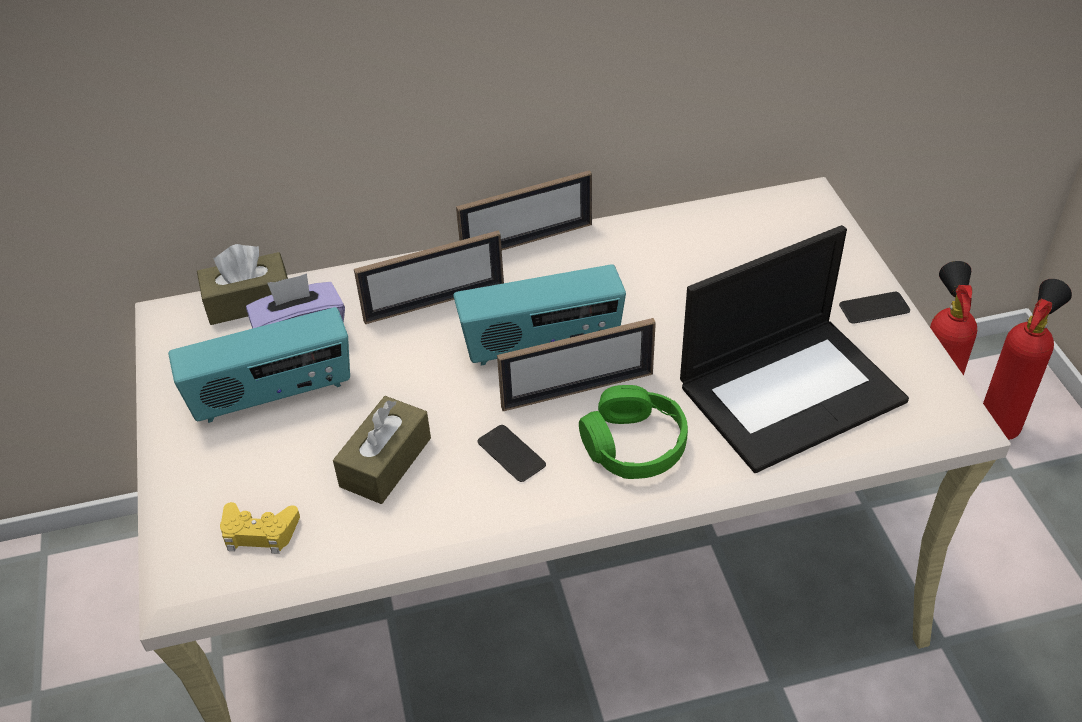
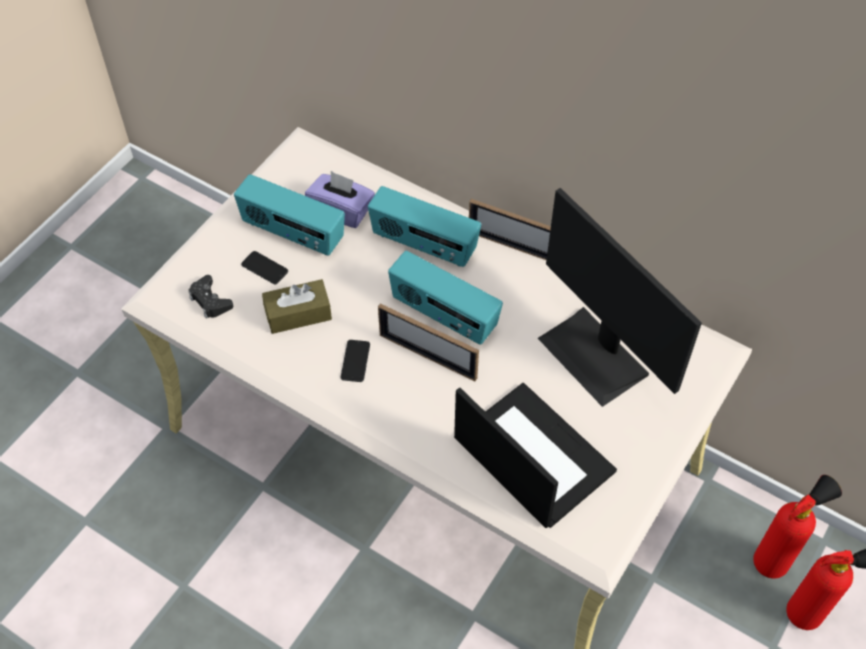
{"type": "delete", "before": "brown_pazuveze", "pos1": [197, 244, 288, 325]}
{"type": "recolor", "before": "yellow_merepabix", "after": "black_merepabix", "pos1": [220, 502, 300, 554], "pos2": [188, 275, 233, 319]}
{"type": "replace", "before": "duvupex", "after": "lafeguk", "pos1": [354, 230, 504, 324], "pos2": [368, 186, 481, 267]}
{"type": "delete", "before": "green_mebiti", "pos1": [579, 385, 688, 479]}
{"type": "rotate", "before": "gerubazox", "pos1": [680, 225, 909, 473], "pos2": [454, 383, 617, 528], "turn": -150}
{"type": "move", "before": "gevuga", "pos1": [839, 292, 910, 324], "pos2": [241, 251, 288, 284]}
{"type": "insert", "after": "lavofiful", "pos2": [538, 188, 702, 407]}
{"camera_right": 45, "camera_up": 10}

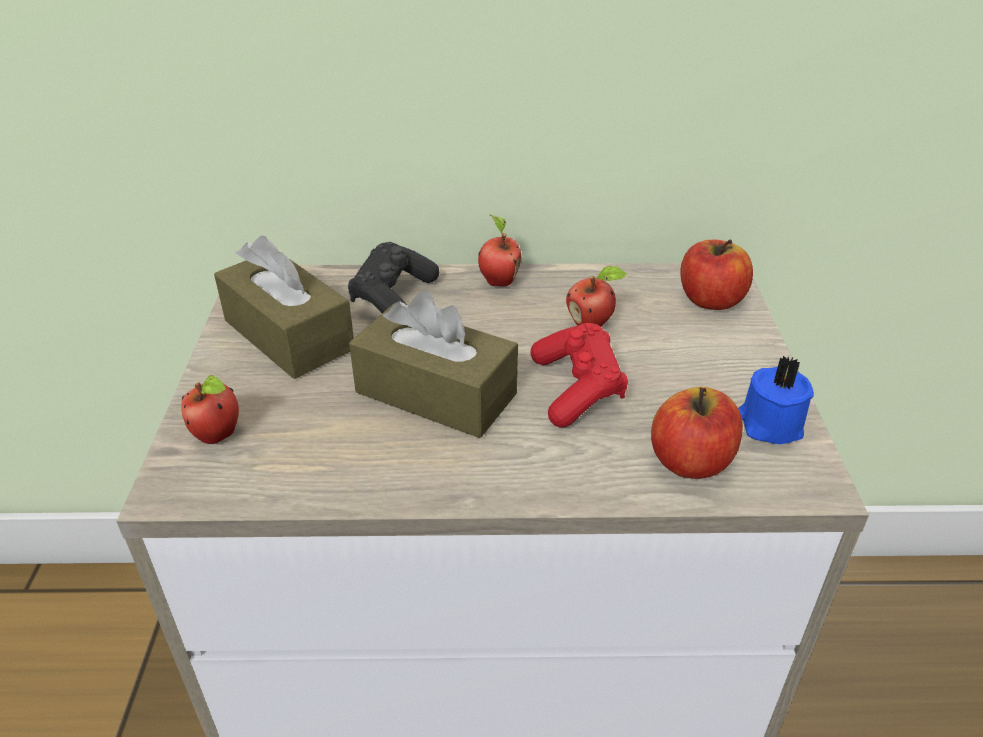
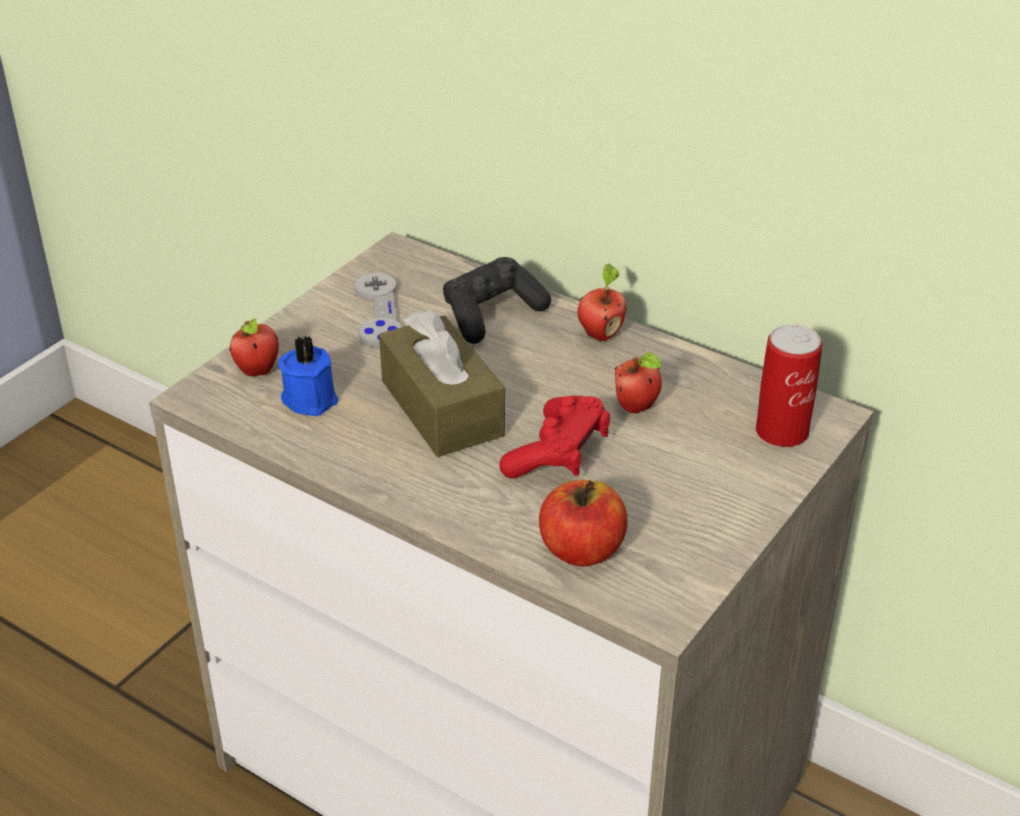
{"type": "replace", "before": "brown_pazuveze", "after": "grey_merepabix", "pos1": [214, 236, 354, 379], "pos2": [354, 273, 402, 348]}
{"type": "replace", "before": "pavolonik", "after": "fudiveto", "pos1": [681, 239, 753, 310], "pos2": [756, 324, 822, 447]}
{"type": "move", "before": "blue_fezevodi", "pos1": [738, 356, 814, 444], "pos2": [278, 336, 339, 416]}
{"camera_right": 35, "camera_up": 0}

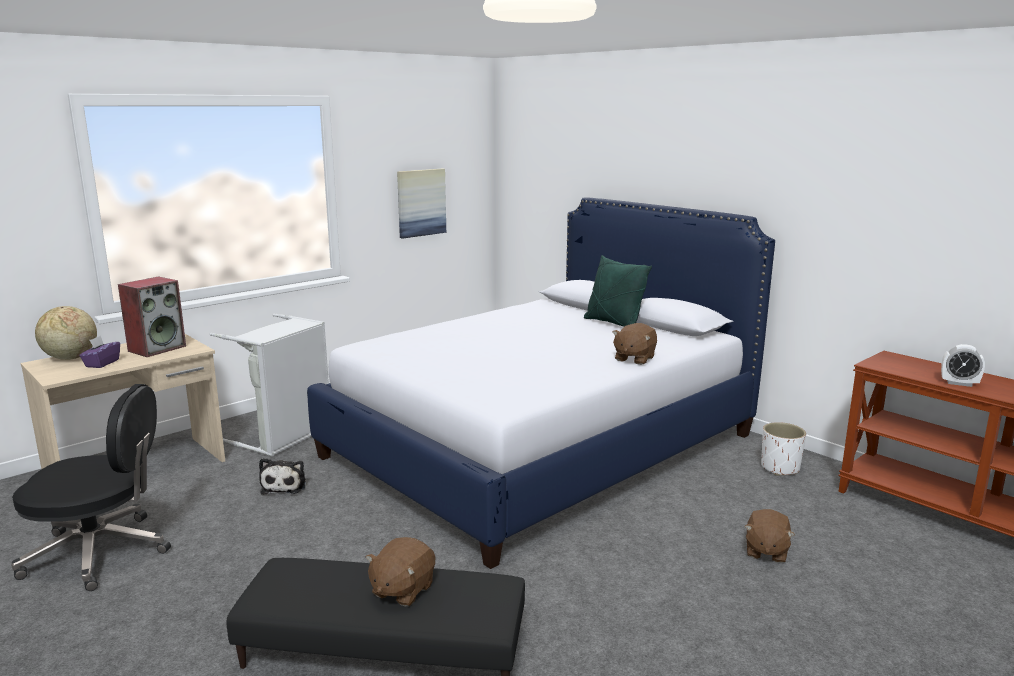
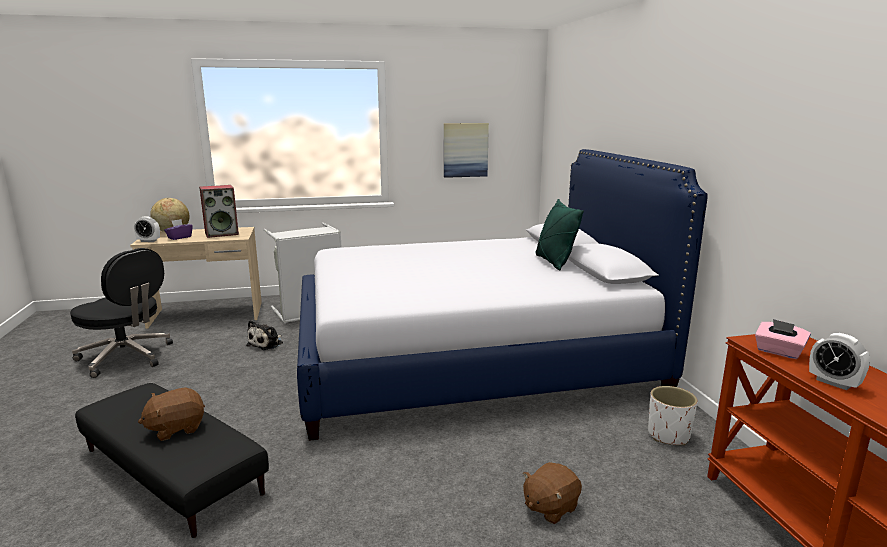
{"type": "delete", "before": "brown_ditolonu", "pos1": [612, 323, 657, 365]}
{"type": "insert", "after": "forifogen", "pos2": [134, 216, 160, 242]}
{"type": "insert", "after": "pink_pazuveze", "pos2": [755, 319, 811, 359]}
{"camera_right": 30, "camera_up": 0}

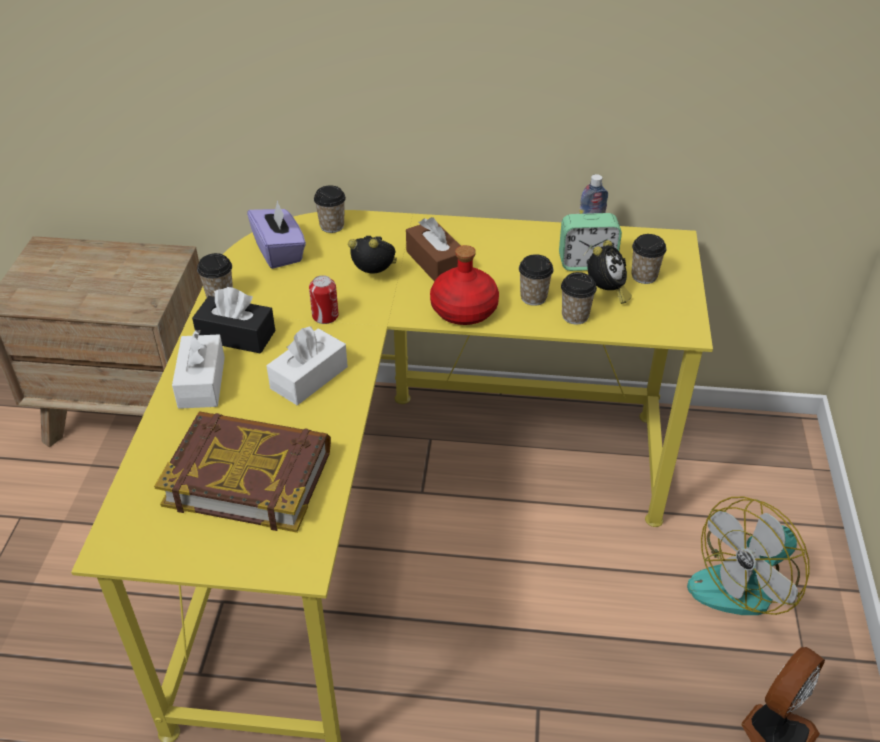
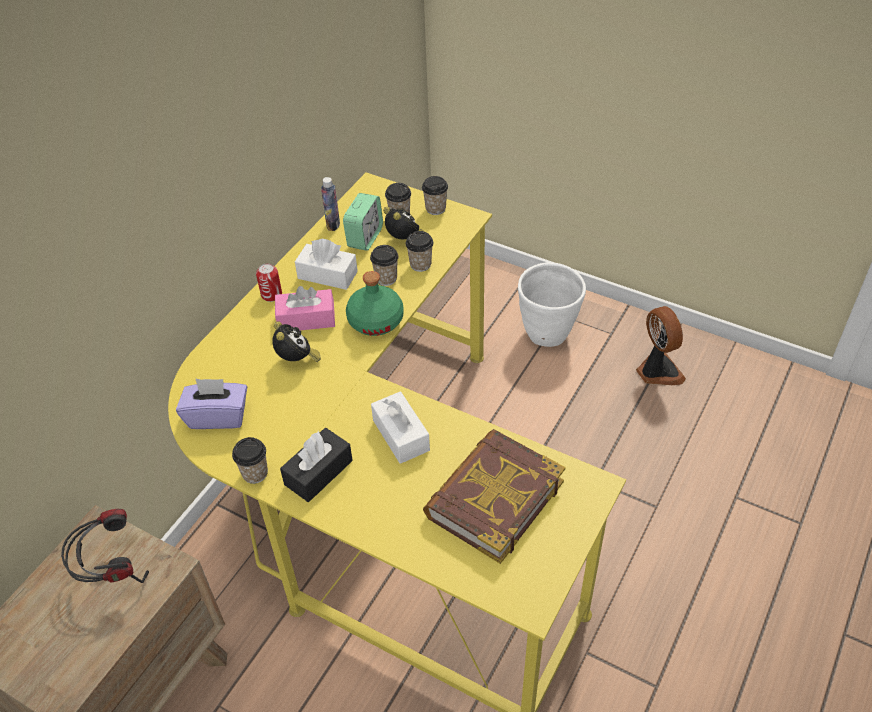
{"type": "move", "before": "white_pazuveze", "pos1": [172, 330, 225, 409], "pos2": [295, 239, 358, 290]}
{"type": "move", "before": "fudiveto", "pos1": [309, 275, 339, 324], "pos2": [256, 263, 282, 302]}
{"type": "move", "before": "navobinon", "pos1": [314, 185, 346, 233], "pos2": [422, 176, 448, 215]}
{"type": "rotate", "before": "forifogen", "pos1": [348, 236, 397, 273], "pos2": [272, 321, 321, 362], "turn": 120}
{"type": "recolor", "before": "brown_pazuveze", "after": "pink_pazuveze", "pos1": [406, 217, 461, 281], "pos2": [275, 286, 335, 330]}
{"type": "recolor", "before": "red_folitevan", "after": "green_folitevan", "pos1": [430, 245, 499, 325], "pos2": [346, 271, 404, 336]}
{"type": "replace", "before": "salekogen", "after": "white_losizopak", "pos1": [687, 496, 810, 615], "pos2": [518, 262, 586, 347]}
{"type": "insert", "after": "mebiti", "pos2": [61, 509, 149, 583]}
{"camera_right": -65, "camera_up": 5}

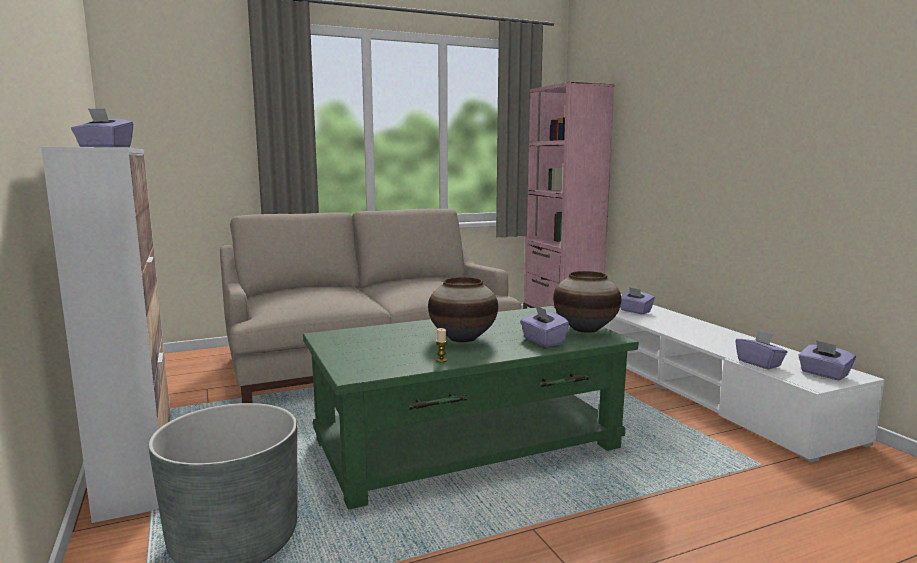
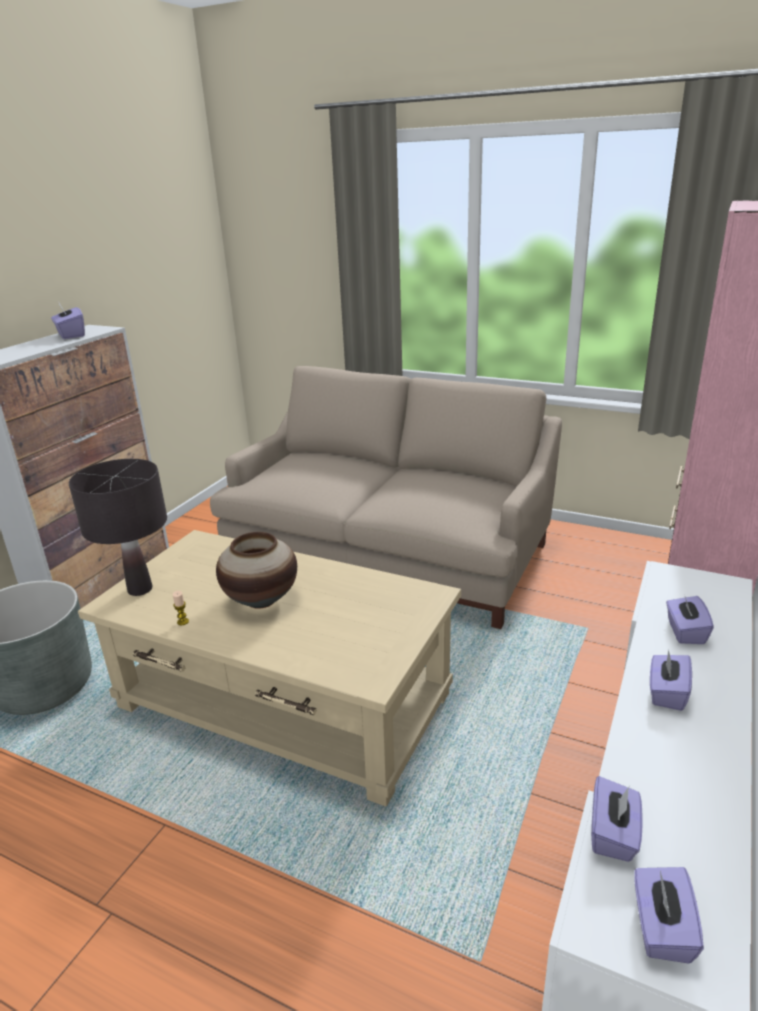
{"type": "recolor", "before": "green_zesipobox", "after": "beige_zesipobox", "pos1": [303, 306, 639, 510], "pos2": [78, 530, 461, 807]}
{"type": "move", "before": "purple_pazuveze", "pos1": [520, 305, 569, 347], "pos2": [650, 649, 692, 711]}
{"type": "delete", "before": "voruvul", "pos1": [553, 271, 621, 333]}
{"type": "insert", "after": "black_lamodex", "pos2": [69, 459, 167, 596]}
{"camera_right": 50, "camera_up": 15}

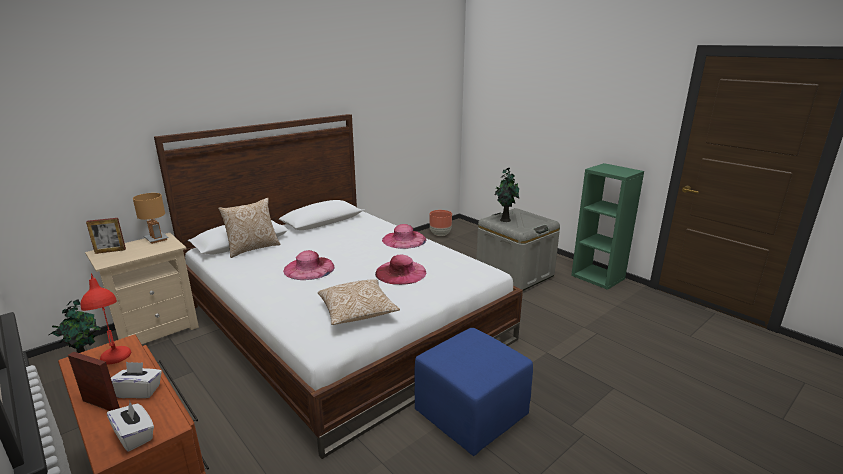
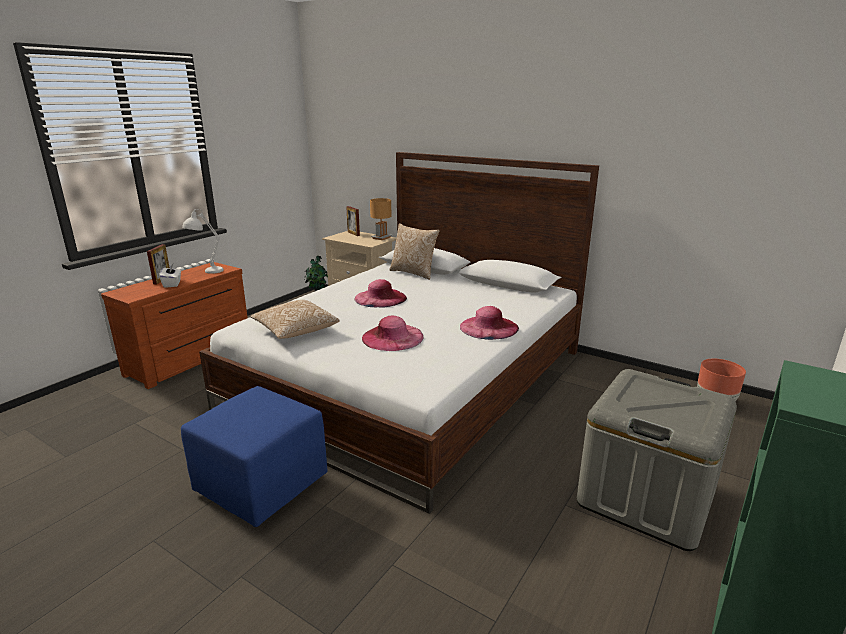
{"type": "recolor", "before": "red_lamodex", "after": "white_lamodex", "pos1": [80, 273, 131, 364], "pos2": [182, 209, 224, 274]}
{"type": "delete", "before": "white_pazuveze", "pos1": [107, 402, 154, 451]}
{"type": "delete", "before": "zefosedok", "pos1": [494, 168, 519, 222]}
{"camera_right": 75, "camera_up": 0}

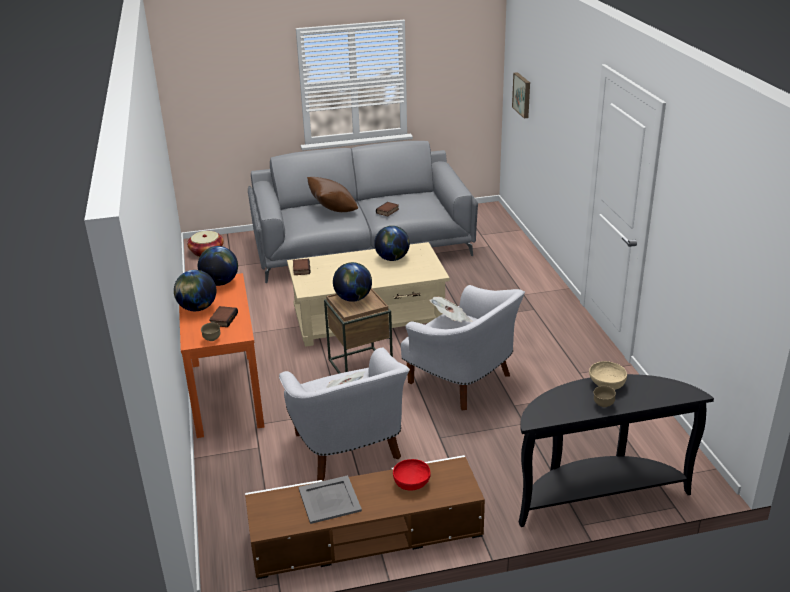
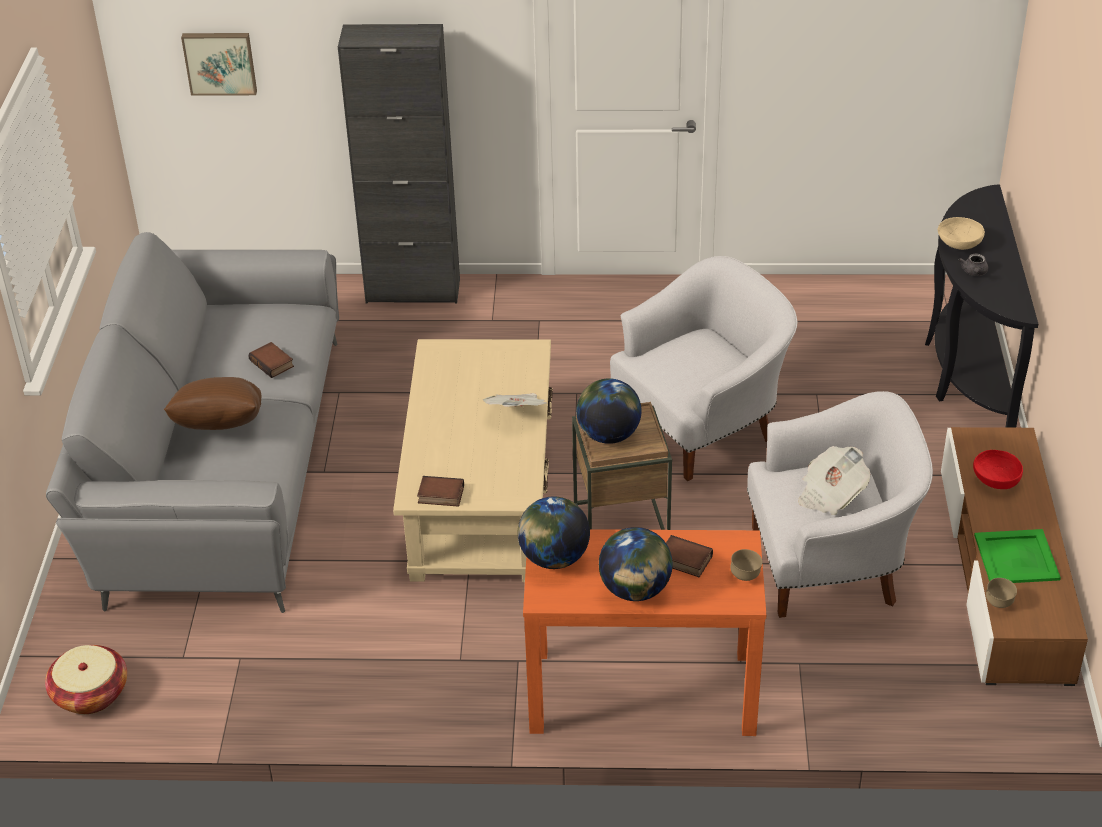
{"type": "recolor", "before": "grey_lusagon", "after": "green_lusagon", "pos1": [298, 475, 362, 524], "pos2": [974, 529, 1061, 583]}
{"type": "delete", "before": "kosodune", "pos1": [374, 226, 410, 261]}
{"type": "move", "before": "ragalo", "pos1": [430, 297, 472, 322], "pos2": [483, 393, 547, 407]}
{"type": "move", "before": "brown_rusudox", "pos1": [594, 386, 616, 407], "pos2": [986, 578, 1017, 608]}
{"type": "insert", "after": "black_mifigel", "pos2": [338, 24, 460, 304]}
{"type": "insert", "after": "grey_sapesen", "pos2": [959, 254, 988, 276]}
{"camera_right": -75, "camera_up": 10}

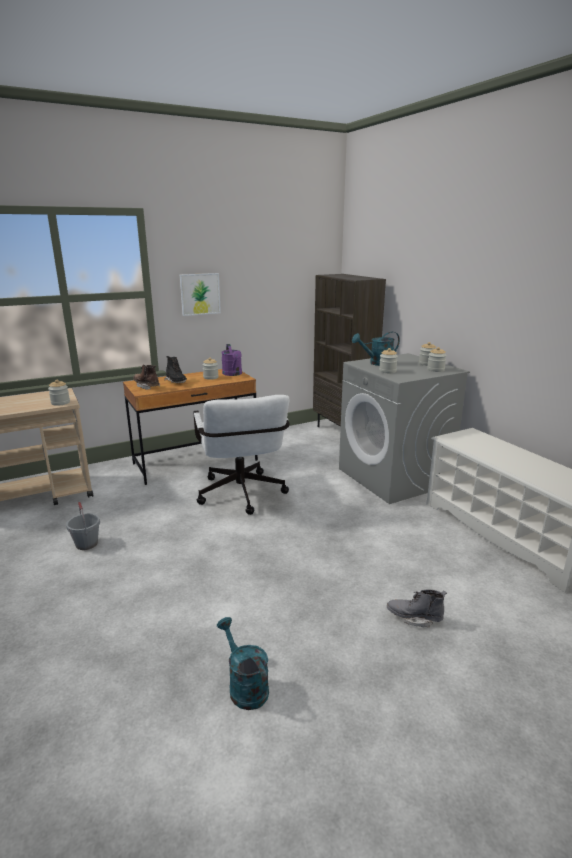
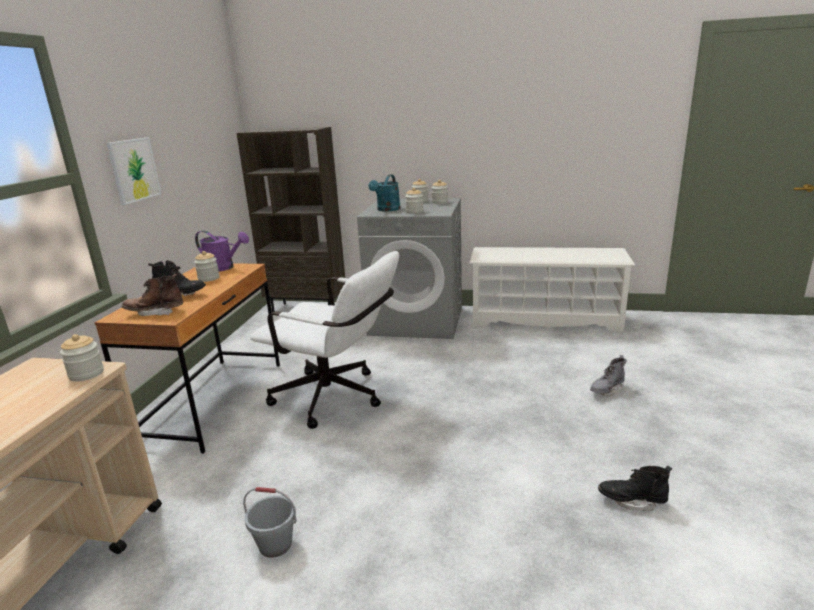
{"type": "replace", "before": "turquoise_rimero", "after": "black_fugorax", "pos1": [217, 617, 269, 710], "pos2": [598, 466, 672, 511]}
{"camera_right": -50, "camera_up": 0}

